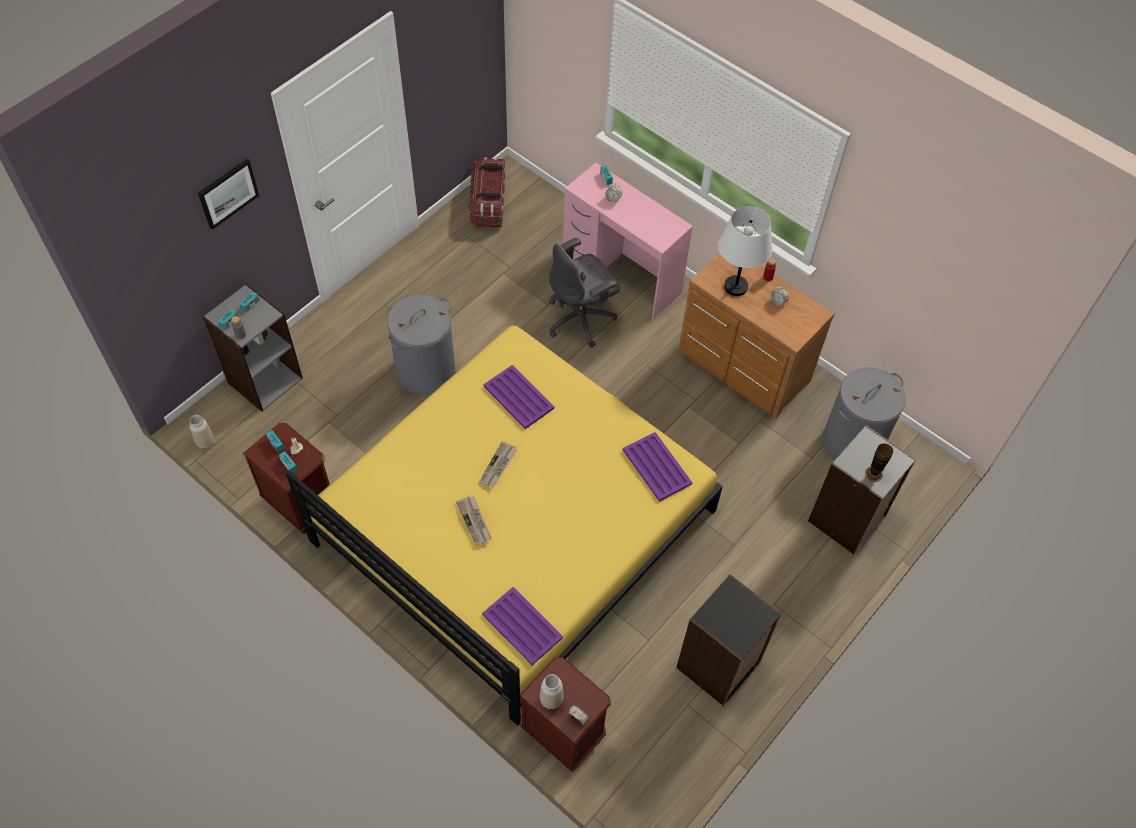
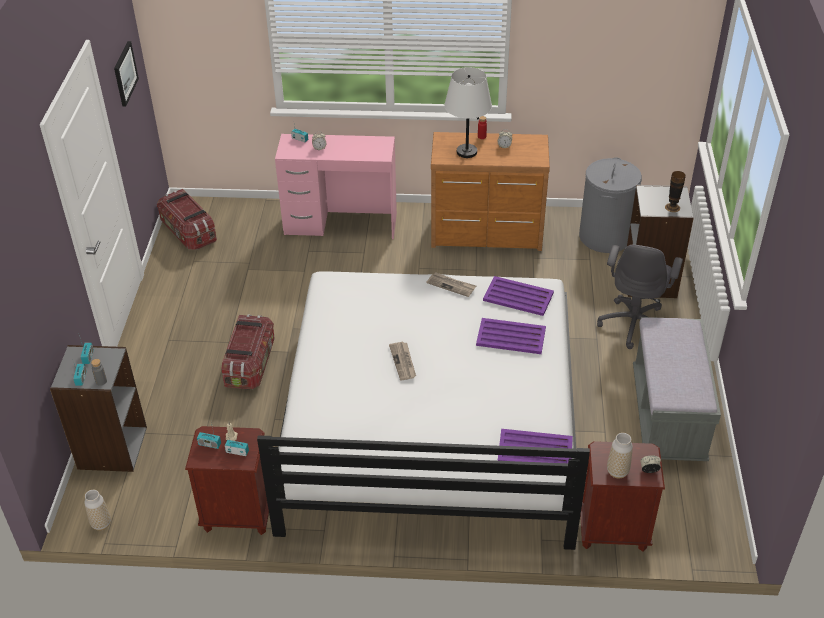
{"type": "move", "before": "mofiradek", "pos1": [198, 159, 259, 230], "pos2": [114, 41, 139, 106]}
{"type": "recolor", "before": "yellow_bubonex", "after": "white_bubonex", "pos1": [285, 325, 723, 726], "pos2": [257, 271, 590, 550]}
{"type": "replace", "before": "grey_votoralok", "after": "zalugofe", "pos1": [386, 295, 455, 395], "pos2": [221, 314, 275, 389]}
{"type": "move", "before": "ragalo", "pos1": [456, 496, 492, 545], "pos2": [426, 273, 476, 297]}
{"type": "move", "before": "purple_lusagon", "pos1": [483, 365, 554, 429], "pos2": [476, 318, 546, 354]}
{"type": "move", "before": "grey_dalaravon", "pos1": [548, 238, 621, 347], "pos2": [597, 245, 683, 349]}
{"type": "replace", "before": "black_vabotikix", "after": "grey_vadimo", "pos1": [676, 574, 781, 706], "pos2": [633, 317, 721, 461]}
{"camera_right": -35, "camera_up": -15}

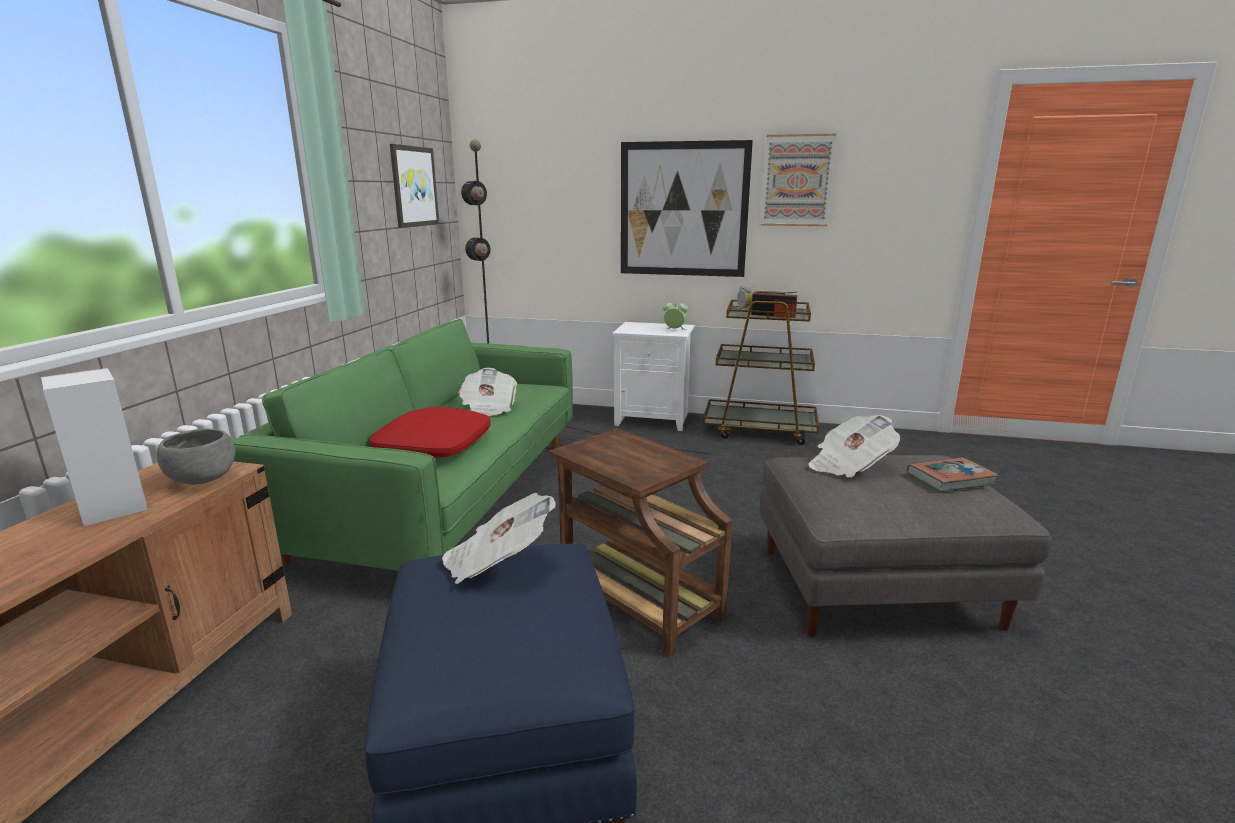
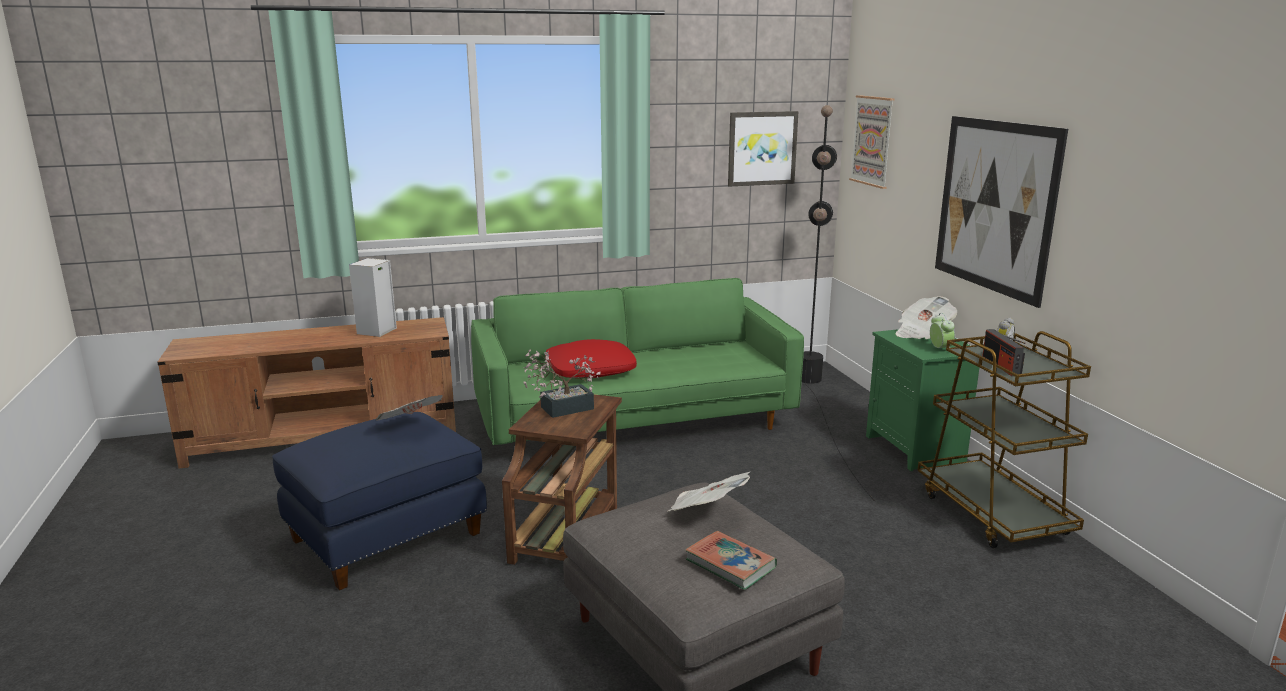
{"type": "delete", "before": "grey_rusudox", "pos1": [157, 428, 236, 485]}
{"type": "move", "before": "ragalo", "pos1": [458, 368, 517, 417], "pos2": [895, 296, 957, 339]}
{"type": "recolor", "before": "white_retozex", "after": "green_retozex", "pos1": [612, 322, 694, 431], "pos2": [866, 329, 979, 471]}
{"type": "move", "before": "mofiradek", "pos1": [761, 134, 836, 226], "pos2": [849, 95, 894, 189]}
{"type": "insert", "after": "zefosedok", "pos2": [523, 349, 601, 418]}
{"camera_right": 60, "camera_up": 0}

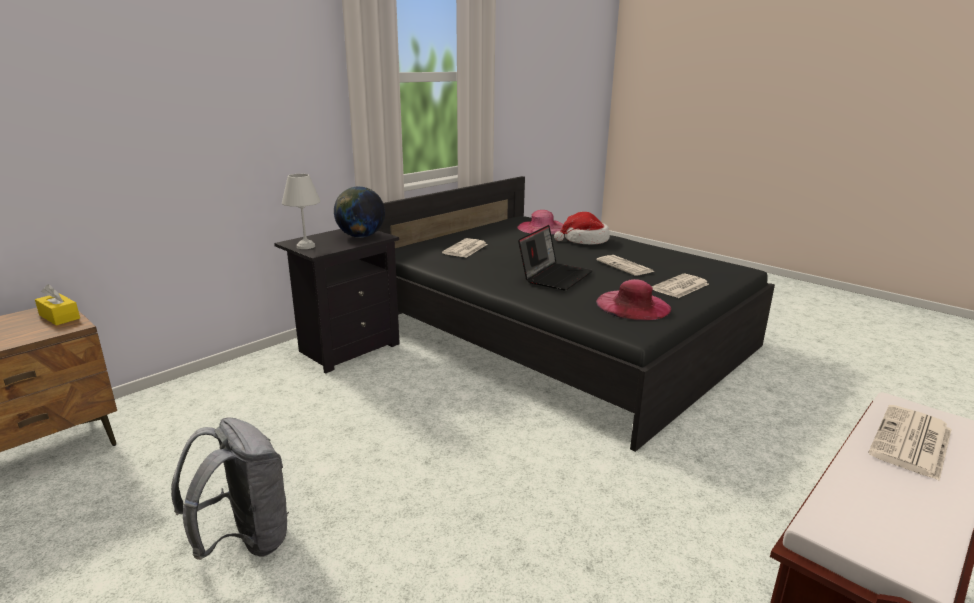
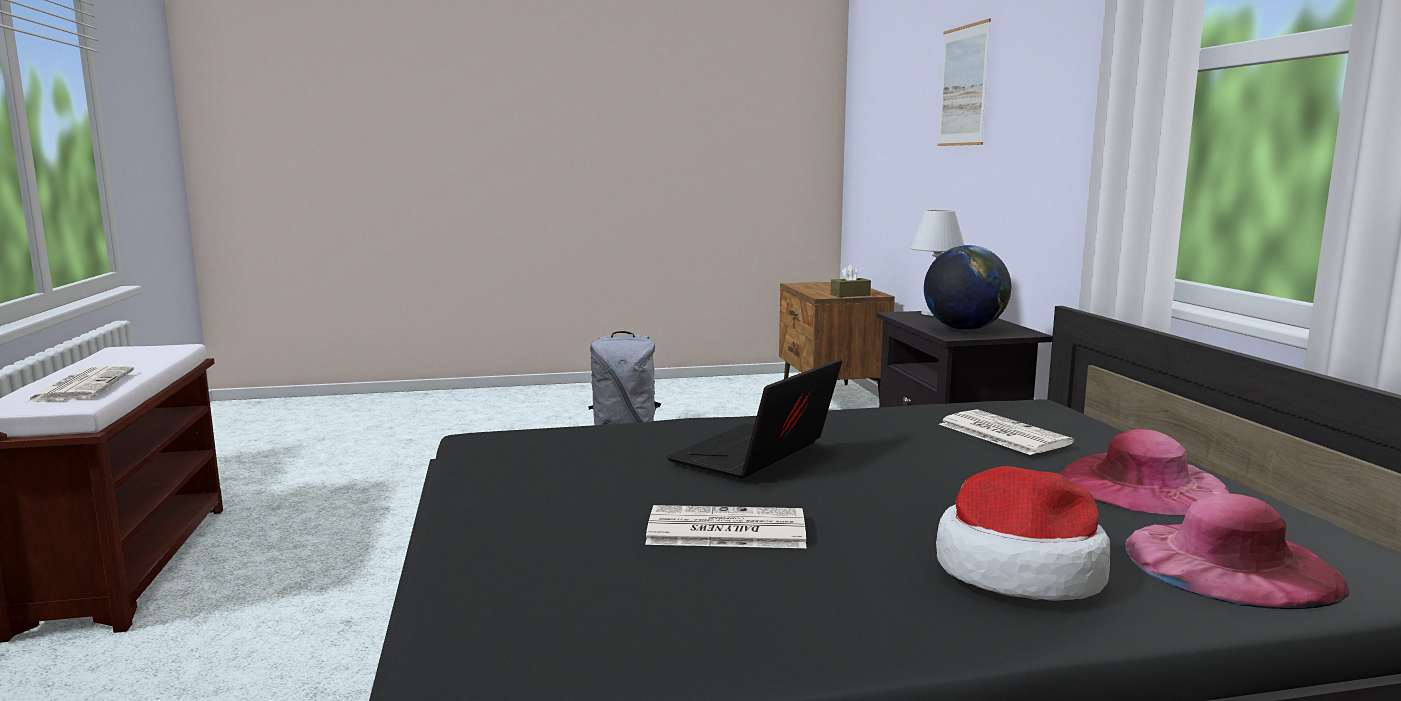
{"type": "recolor", "before": "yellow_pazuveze", "after": "brown_pazuveze", "pos1": [35, 285, 80, 325], "pos2": [831, 265, 871, 297]}
{"type": "rotate", "before": "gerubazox", "pos1": [518, 225, 593, 291], "pos2": [666, 359, 842, 479], "turn": 60}
{"type": "move", "before": "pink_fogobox", "pos1": [596, 279, 671, 320], "pos2": [1059, 429, 1230, 515]}
{"type": "delete", "before": "ragalo", "pos1": [651, 274, 709, 298]}
{"type": "insert", "after": "mofiradek", "pos2": [938, 19, 991, 146]}
{"camera_right": 125, "camera_up": -10}

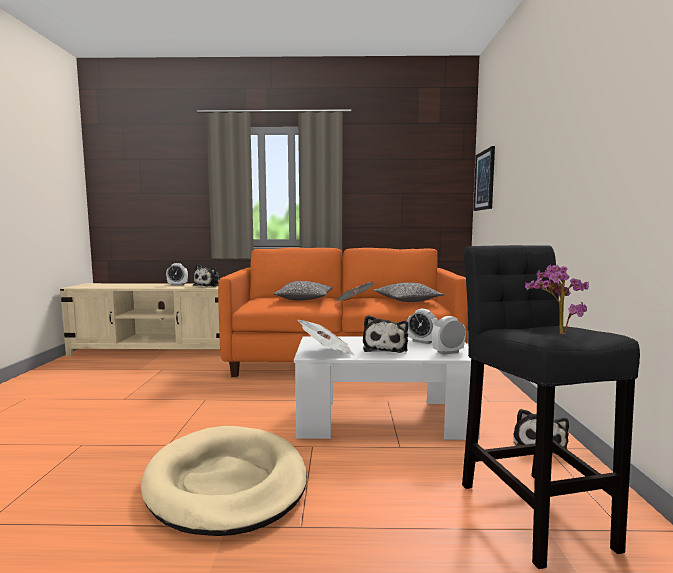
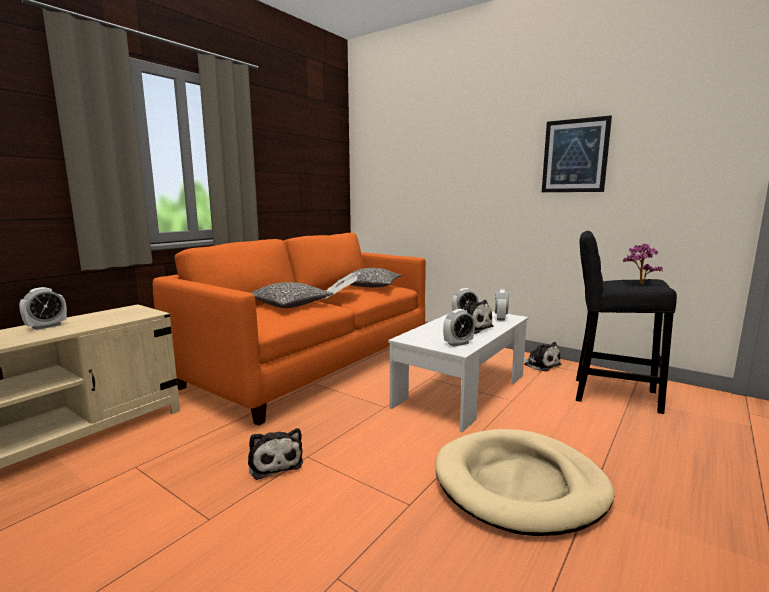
{"type": "move", "before": "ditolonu", "pos1": [192, 264, 220, 287], "pos2": [248, 428, 303, 480]}
{"type": "replace", "before": "ragalo", "after": "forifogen", "pos1": [297, 320, 354, 355], "pos2": [443, 309, 475, 347]}
{"type": "move", "before": "mofiradek", "pos1": [473, 146, 495, 211], "pos2": [542, 115, 612, 192]}
{"camera_right": -55, "camera_up": 5}

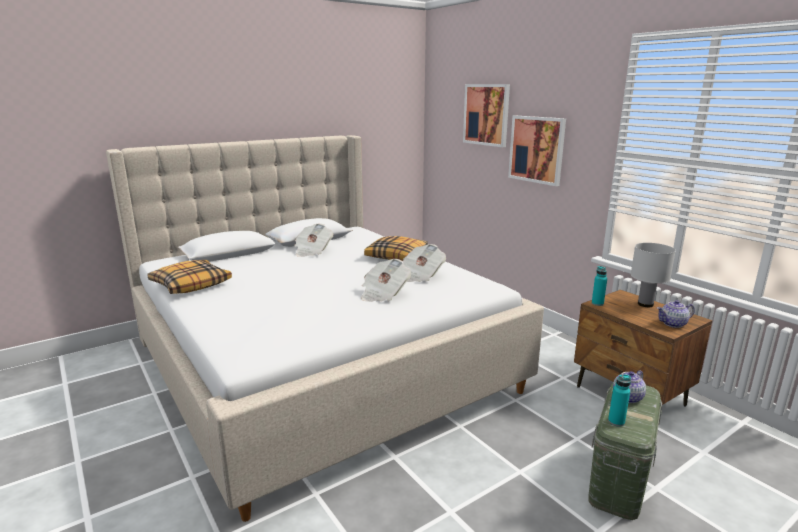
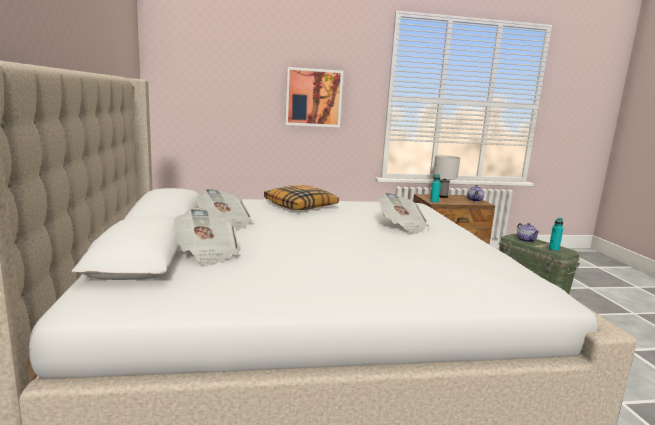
{"type": "delete", "before": "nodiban", "pos1": [147, 260, 232, 294]}
{"type": "move", "before": "ragalo", "pos1": [403, 244, 446, 282], "pos2": [173, 208, 239, 266]}
{"type": "delete", "before": "mofiradek", "pos1": [463, 84, 510, 147]}
{"camera_right": -65, "camera_up": -5}

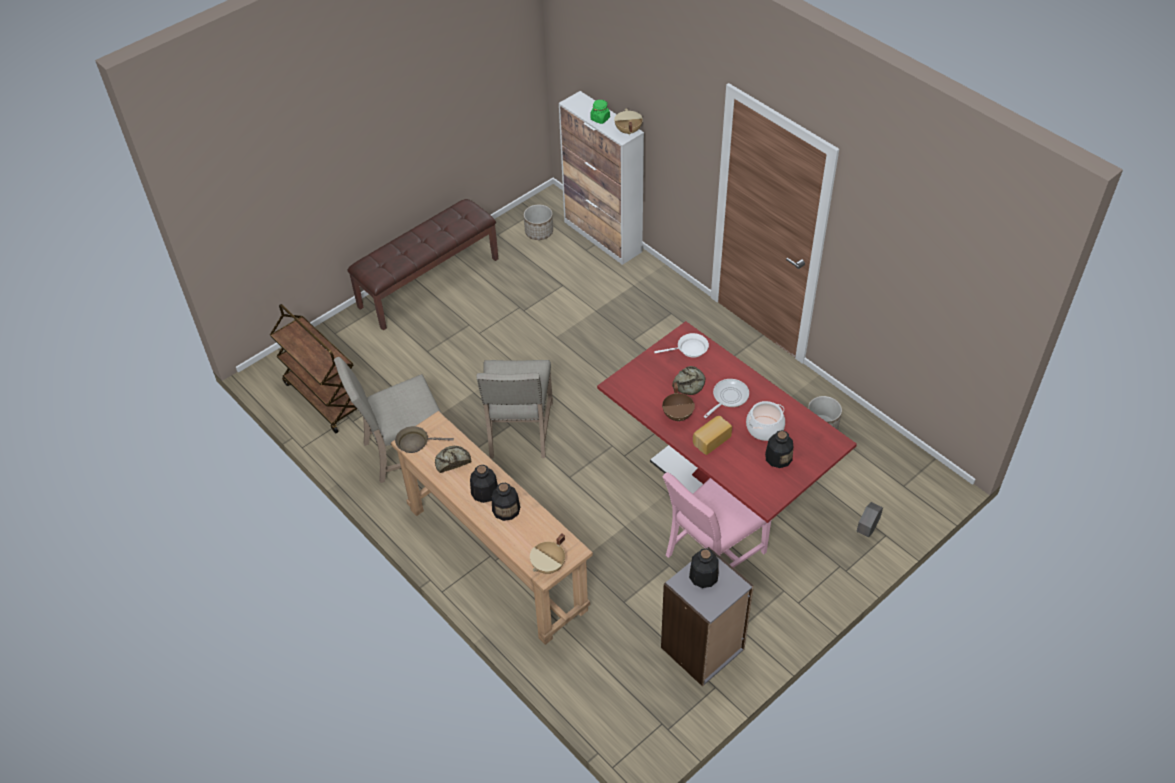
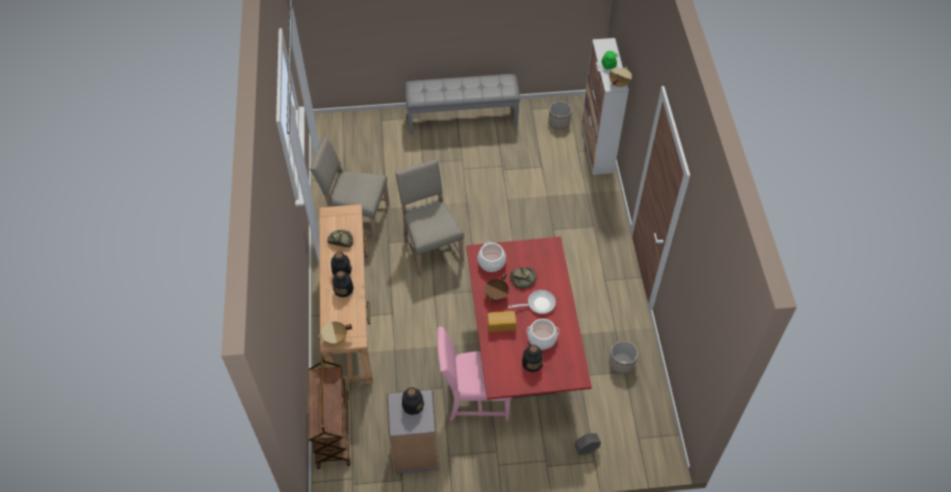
{"type": "move", "before": "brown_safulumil", "pos1": [270, 304, 357, 433], "pos2": [308, 355, 351, 469]}
{"type": "recolor", "before": "brown_vadimo", "after": "grey_vadimo", "pos1": [347, 199, 498, 330], "pos2": [405, 74, 520, 134]}
{"type": "delete", "before": "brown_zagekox", "pos1": [395, 426, 454, 453]}
{"type": "rotate", "before": "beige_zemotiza", "pos1": [476, 360, 553, 458], "pos2": [395, 159, 464, 276], "turn": 120}
{"type": "delete", "before": "white_zagekox", "pos1": [654, 333, 709, 358]}
{"type": "insert", "after": "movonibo", "pos2": [478, 242, 506, 272]}
{"camera_right": 35, "camera_up": 5}

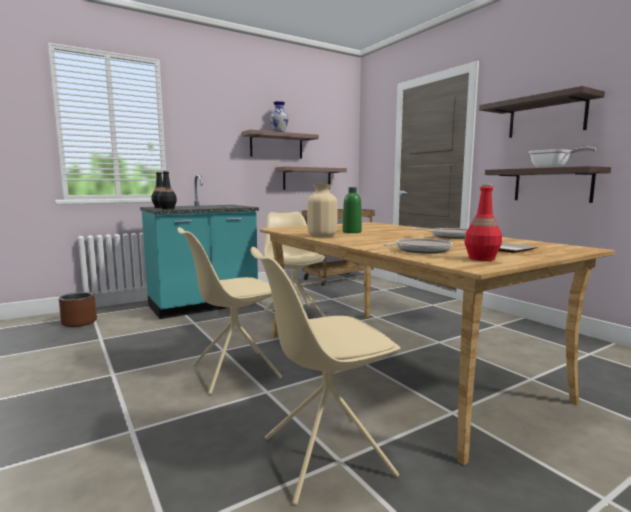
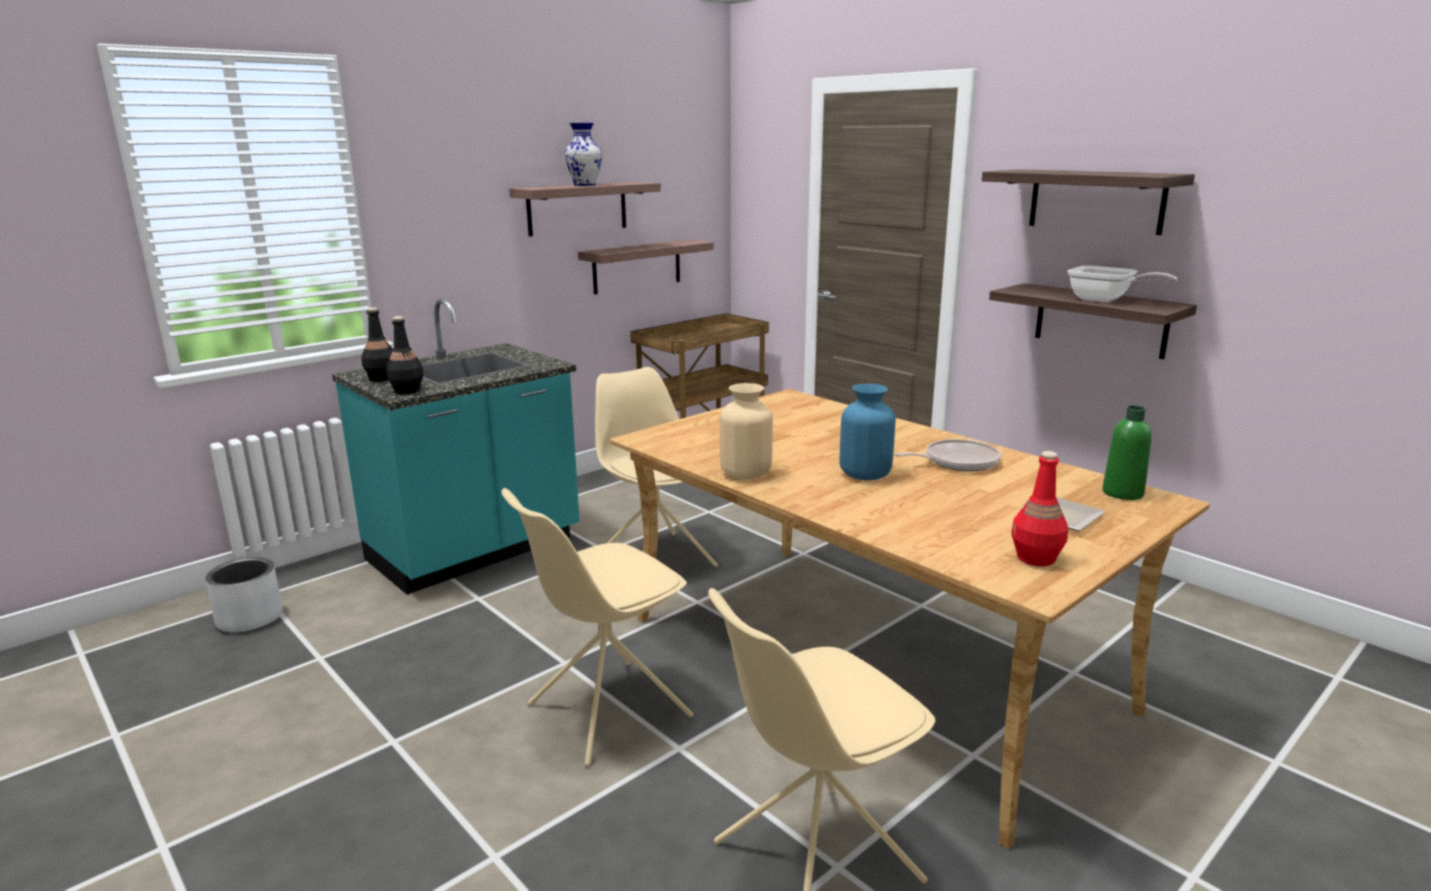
{"type": "recolor", "before": "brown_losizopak", "after": "grey_losizopak", "pos1": [59, 292, 97, 327], "pos2": [206, 557, 283, 633]}
{"type": "move", "before": "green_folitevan", "pos1": [342, 187, 362, 233], "pos2": [1102, 406, 1152, 500]}
{"type": "delete", "before": "zagekox", "pos1": [383, 238, 453, 253]}
{"type": "insert", "after": "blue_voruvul", "pos2": [840, 384, 896, 480]}
{"camera_right": -10, "camera_up": 10}

